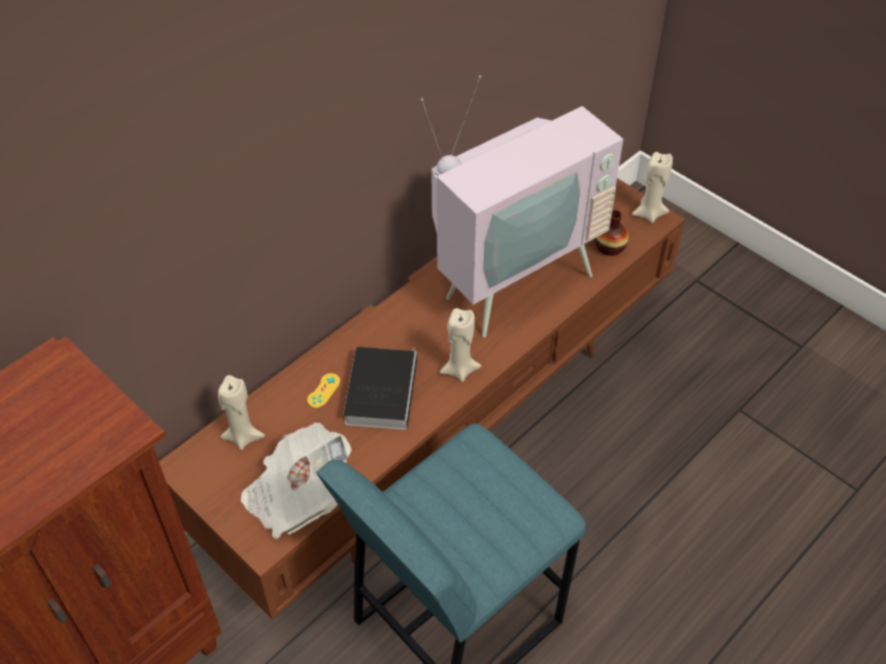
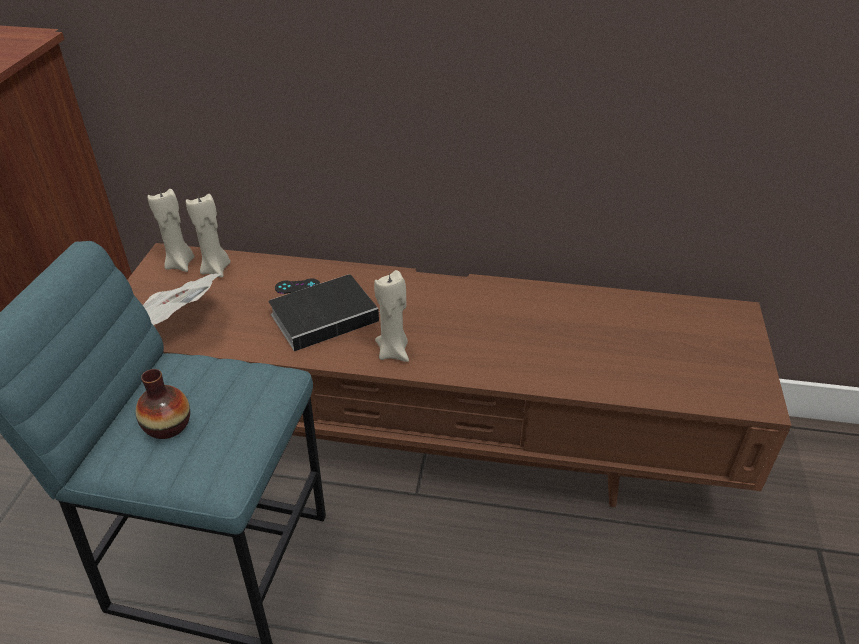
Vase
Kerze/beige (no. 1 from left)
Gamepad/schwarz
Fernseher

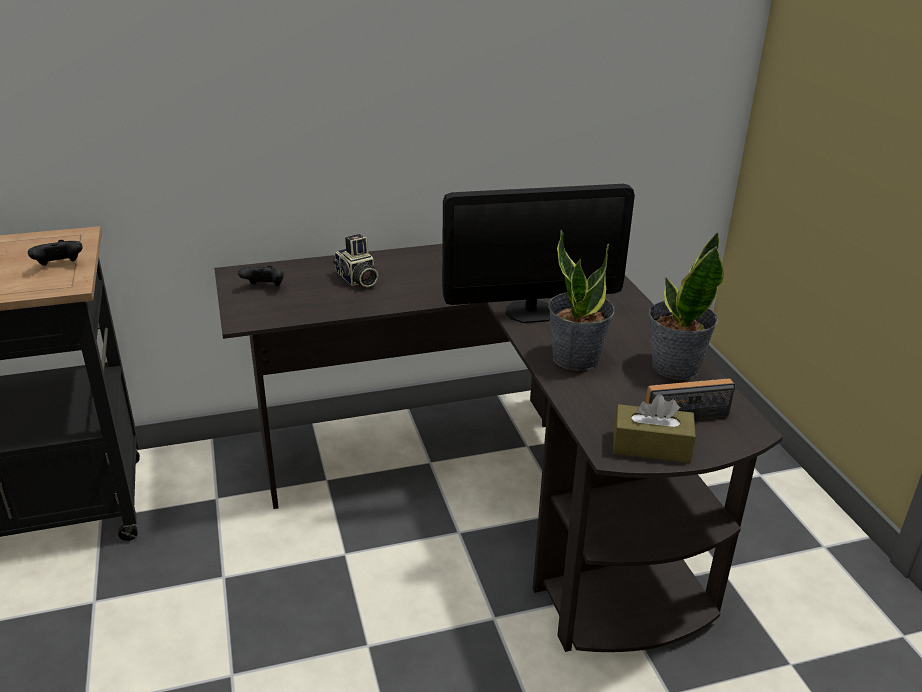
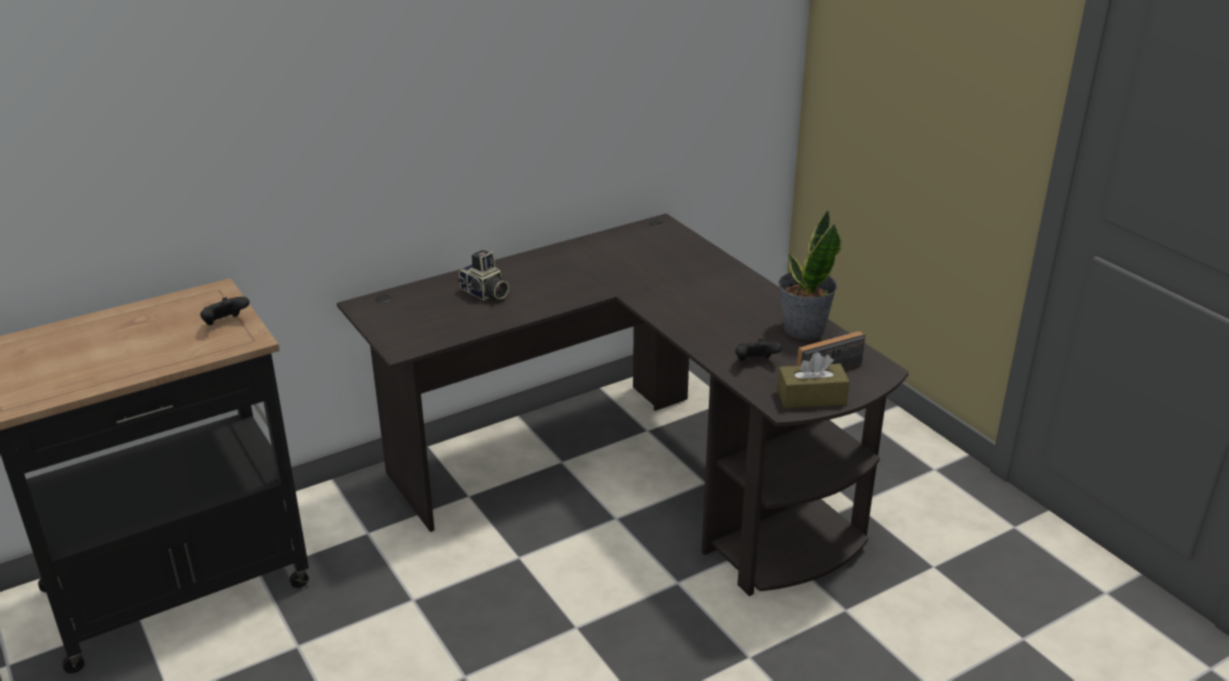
Gamepad/schwarz (no. 2 from left)
Monitor
Topfpflanze (no. 1 from left in the first image)

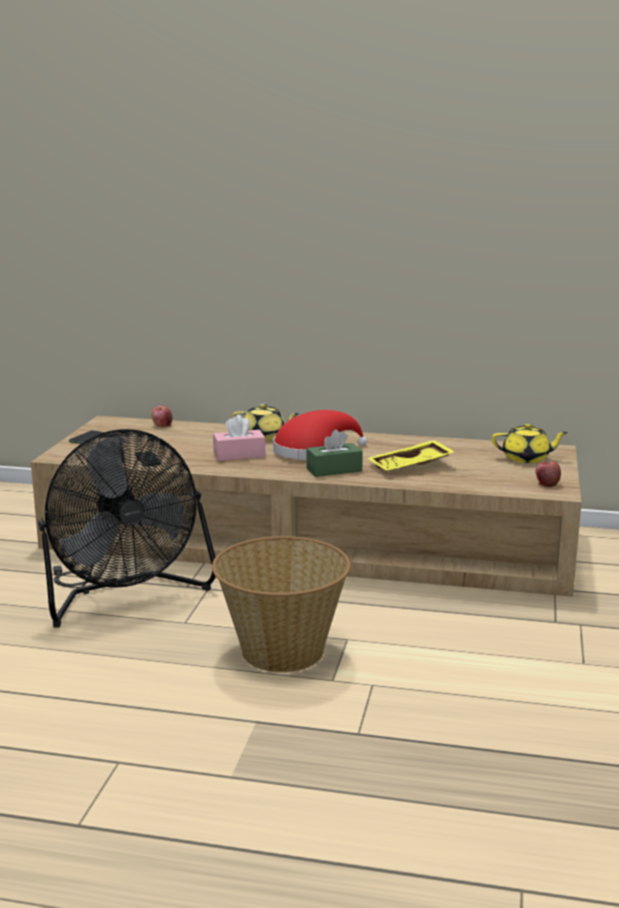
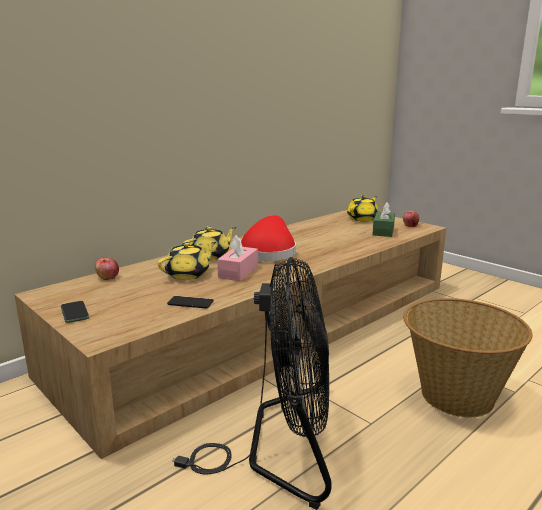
Teekanne/gelb (no. 1 from left)
Taschentuchbox/grün
Tablett/gelb

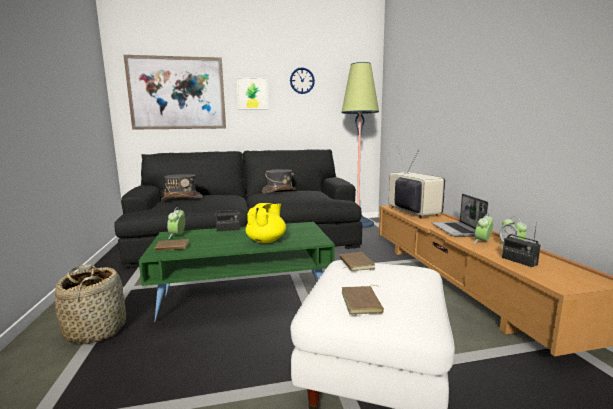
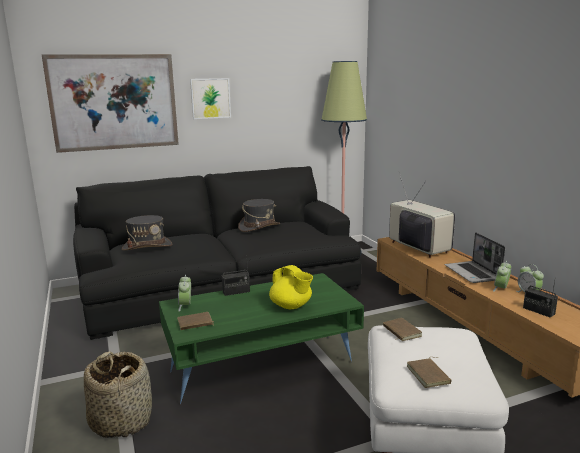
Teekanne/gelb
Wanduhr

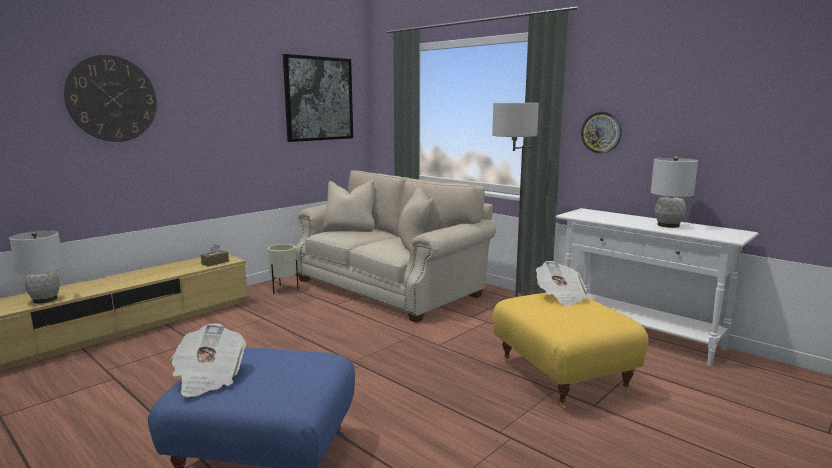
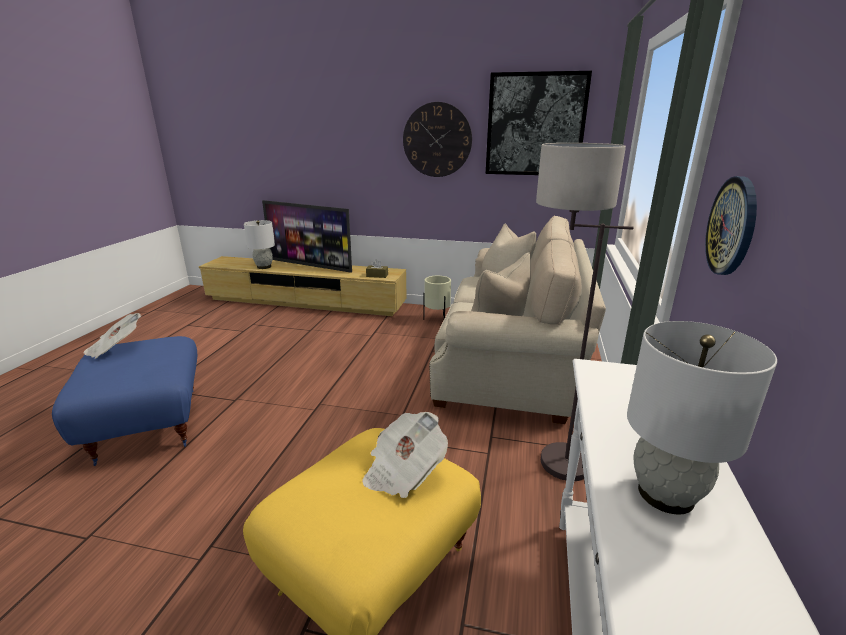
Fernseher
Wanduhr (no. 1 from left)

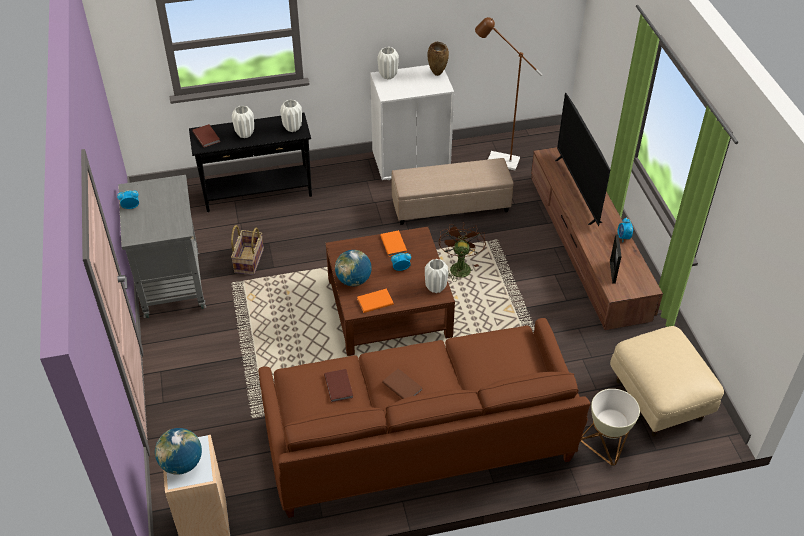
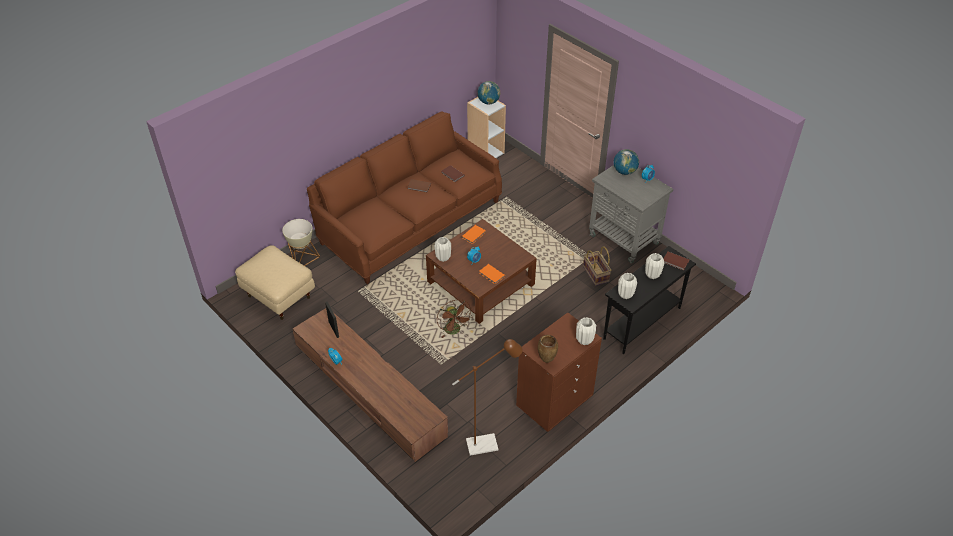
Schrank/braun
Globus (no. 2 from left)
Polsterhocker/beige (no. 1 from left in the first image)
Fernseher

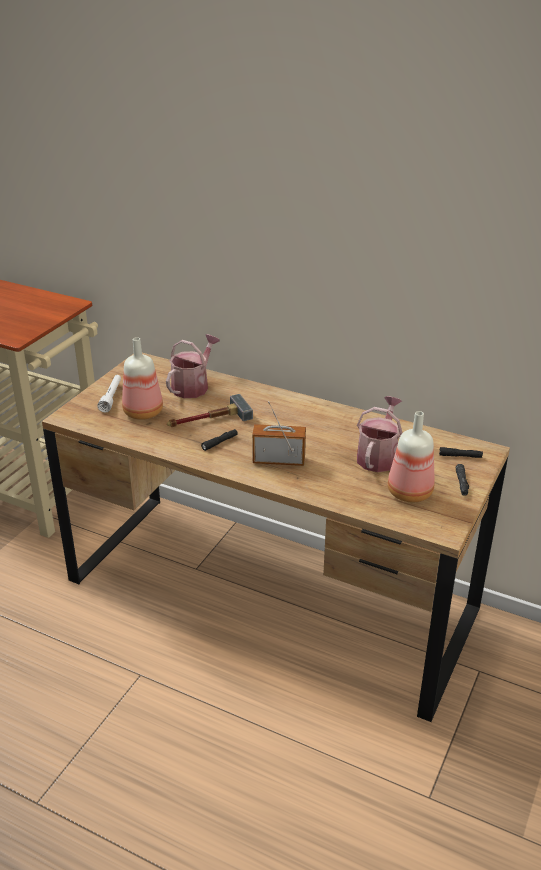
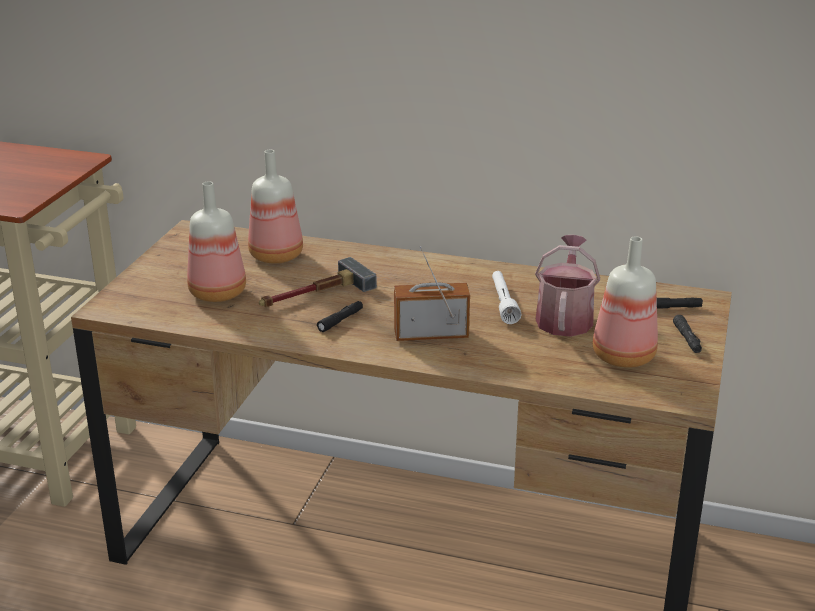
Flasche (no. 2 from left)
Taschenlampe/weiß

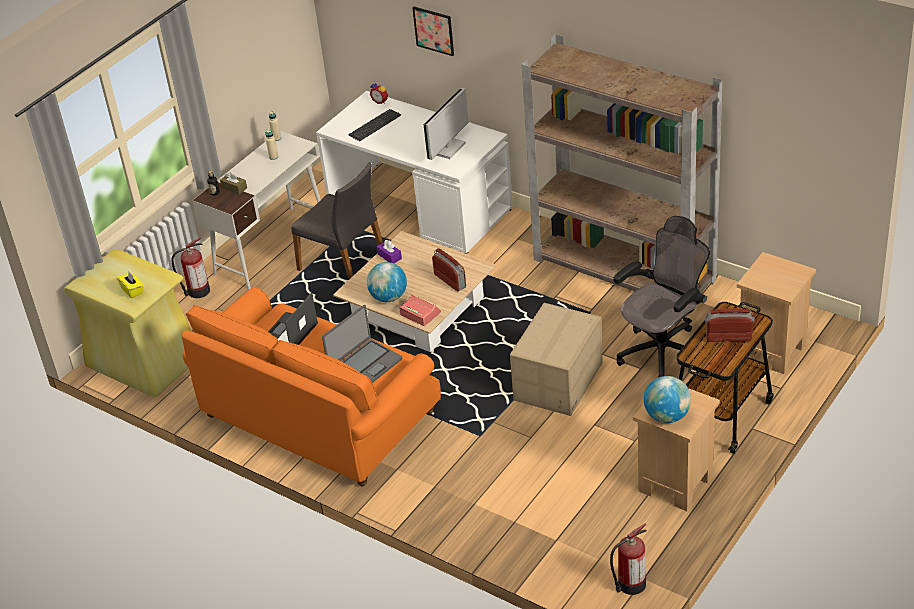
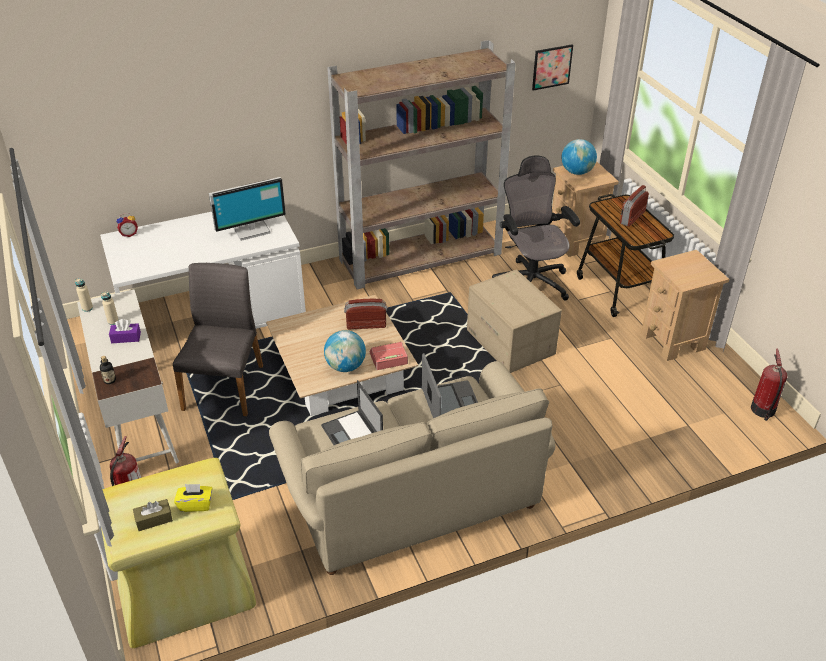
Taschentuchbox/lila
Taschentuchbox/braun
Stuhl/grau
Monitor
Sofa/beige
Bild
Globus (no. 2 from left)
Tastatur

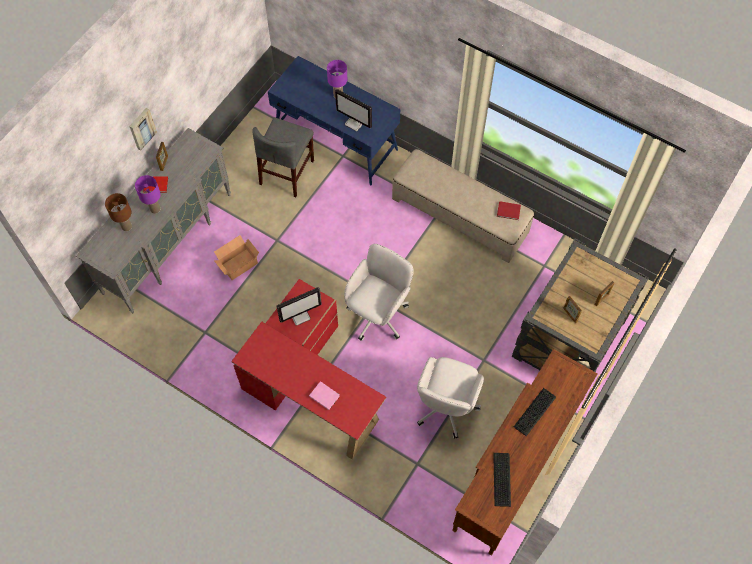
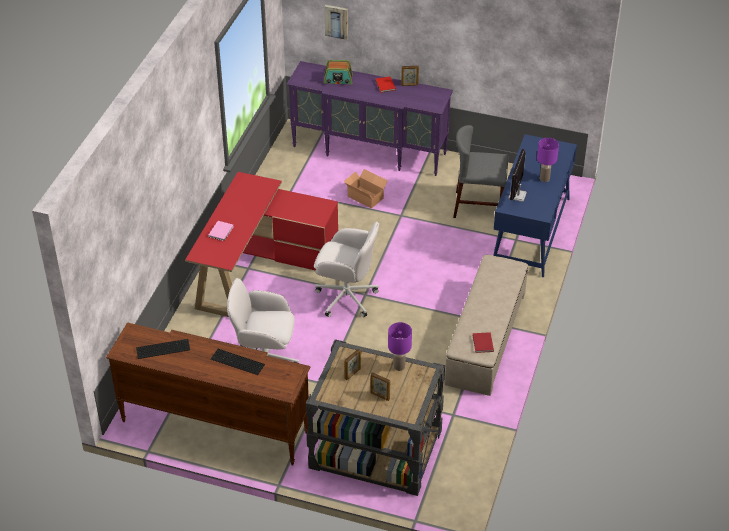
Schrank/lila
Radio
Bild
Tischlampe/lila (no. 1 from left)
Monitor (no. 1 from left in the first image)

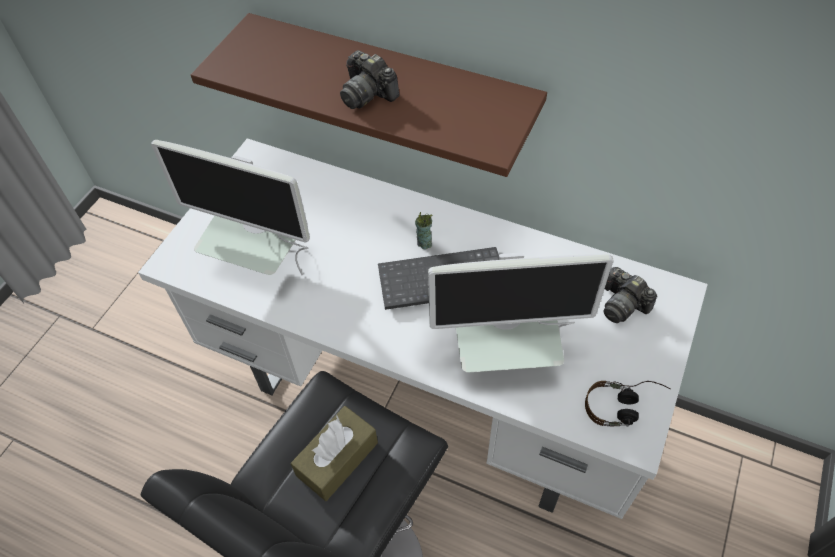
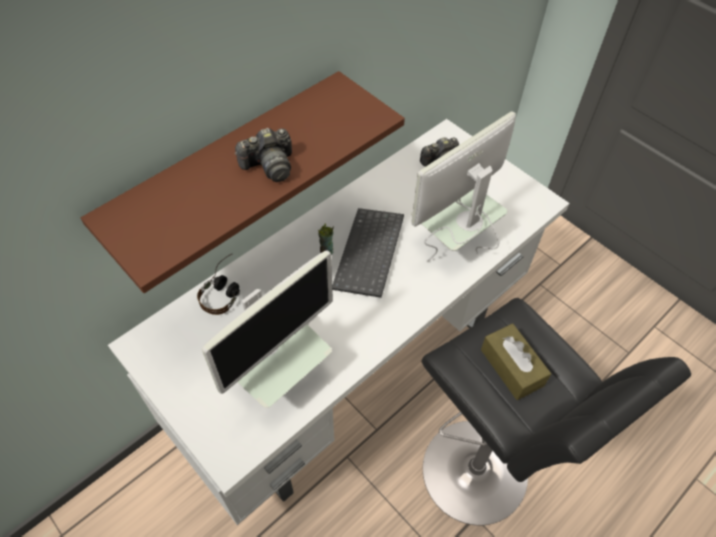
Kopfhörer
Monitor (no. 2 from left)

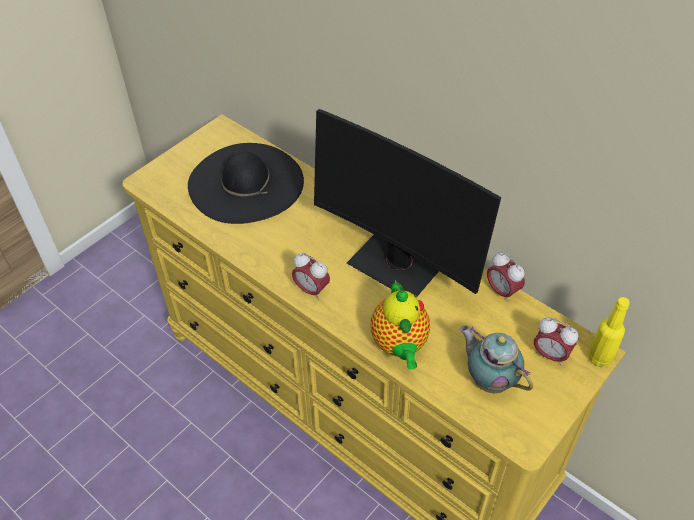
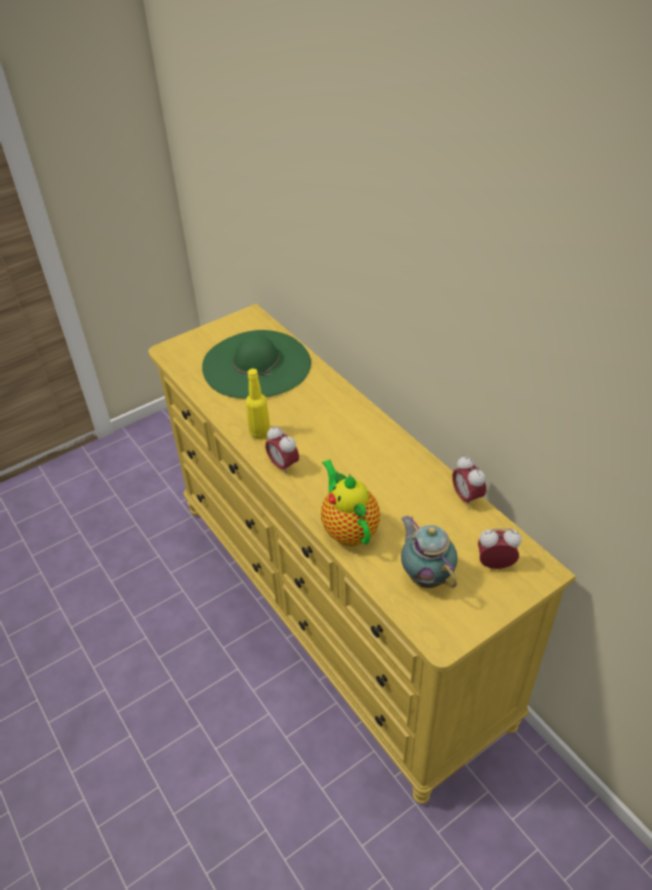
Hut/grün
Flasche/gelb
Teekanne (no. 1 from left)
Wecker (no. 3 from left)
Monitor

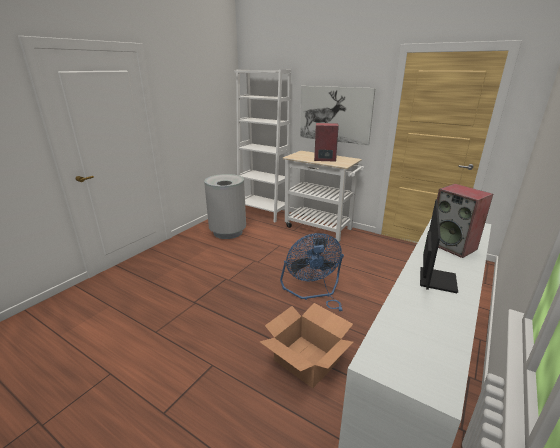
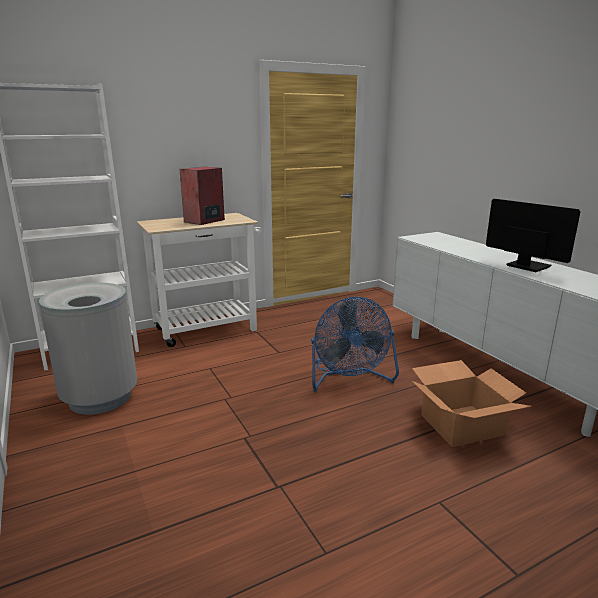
Ventilator/blau
Bild
Lautsprecher (no. 2 from left in the first image)

